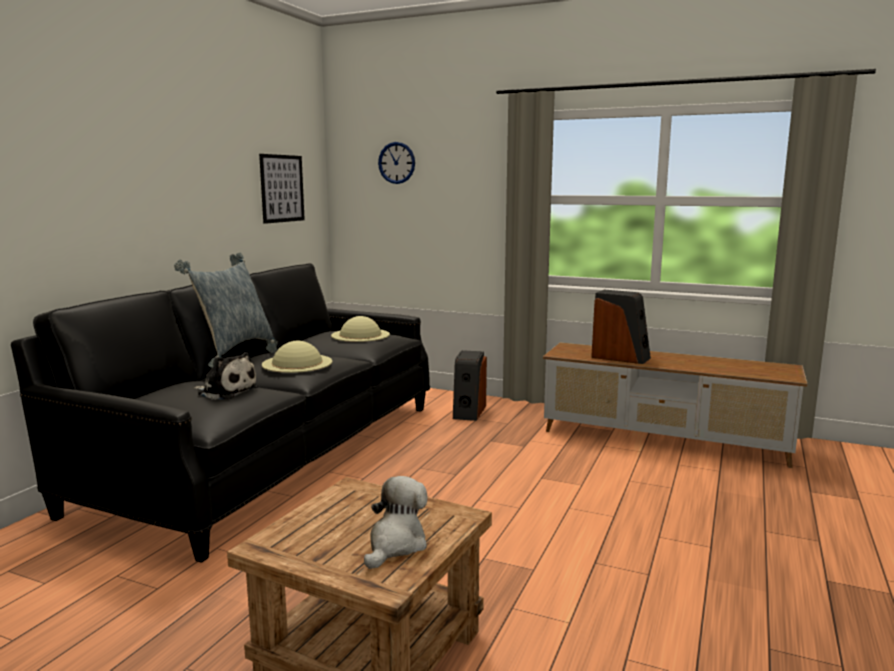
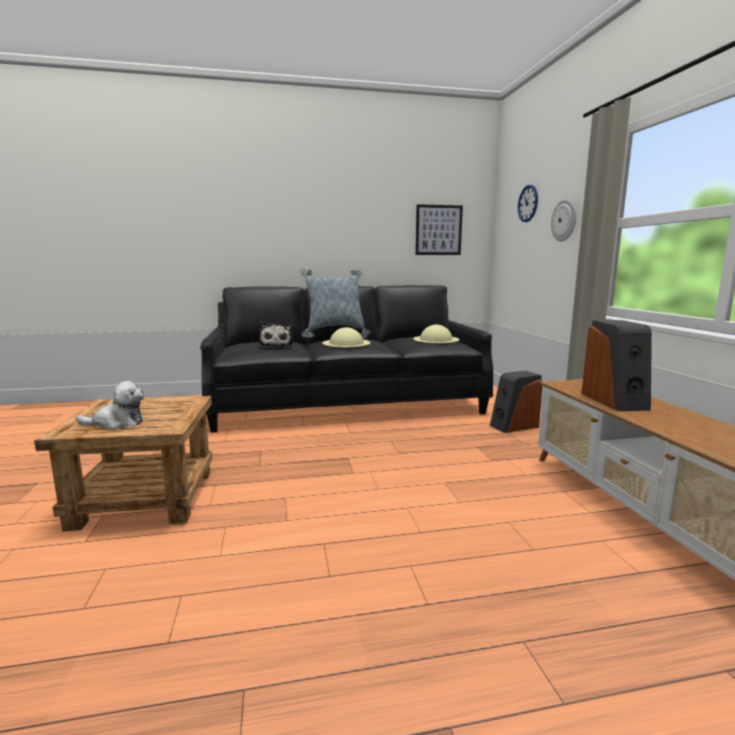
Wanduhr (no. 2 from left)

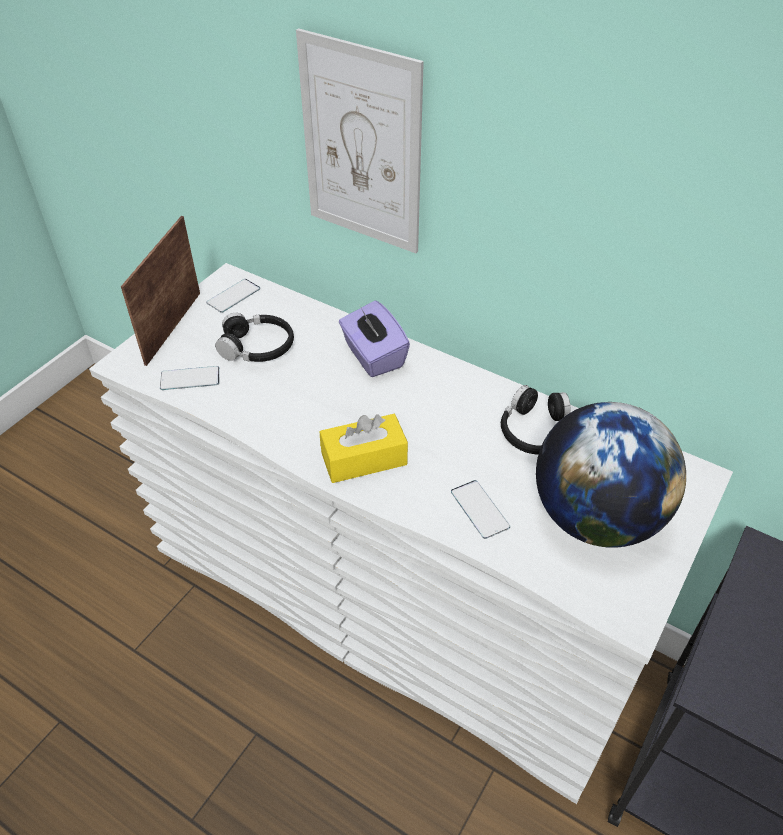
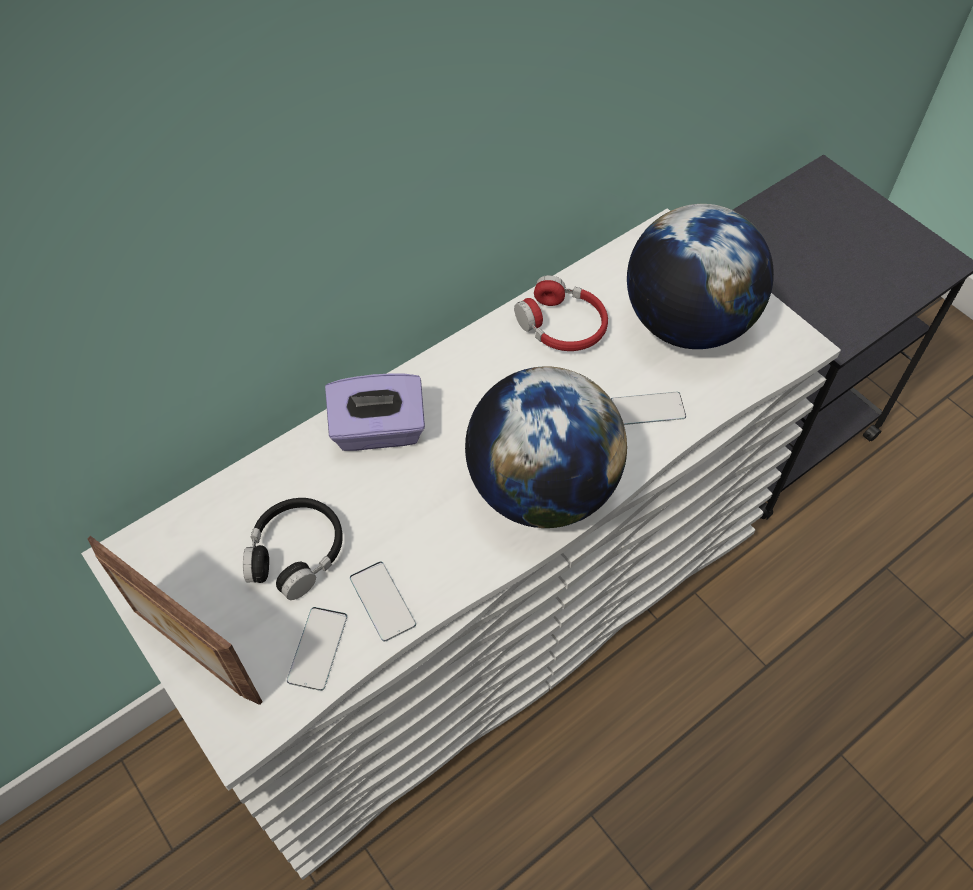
Handy (no. 2 from left)
Globus (no. 1 from left)
Kopfhörer/rot
Bild

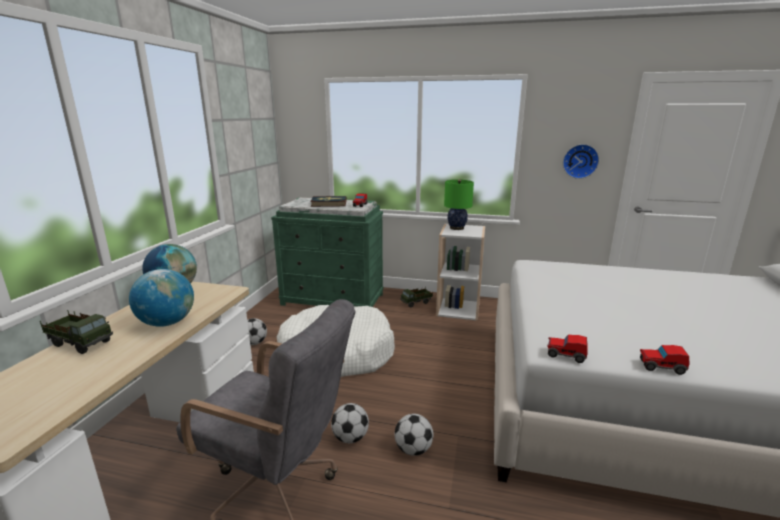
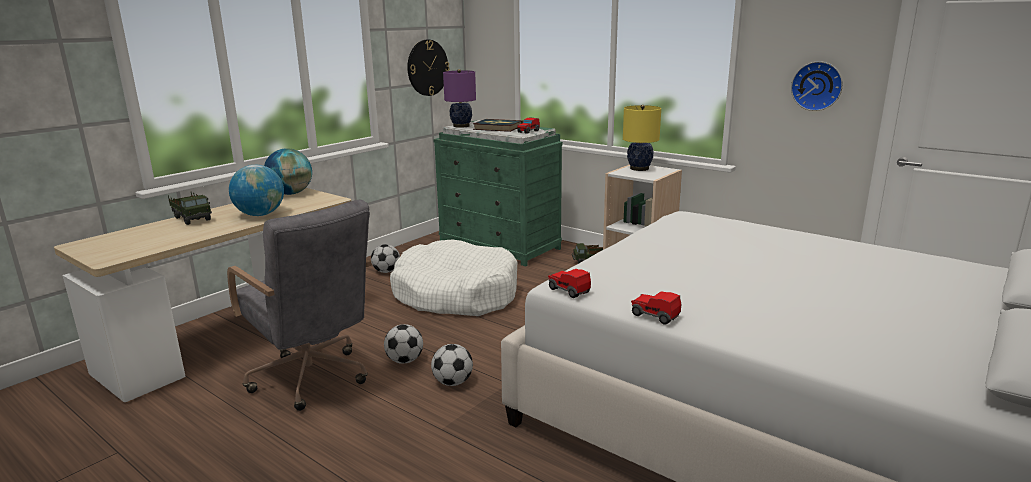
Wanduhr (no. 1 from left)
Tischlampe/lila
Tischlampe/gelb

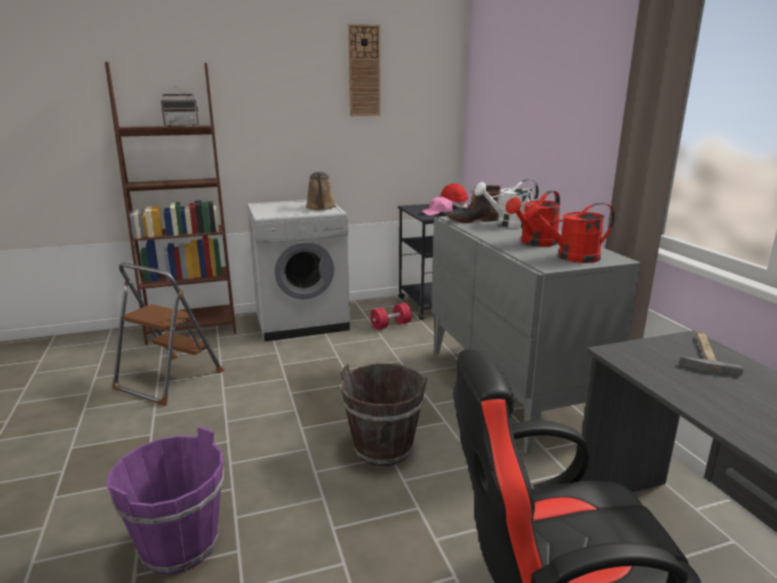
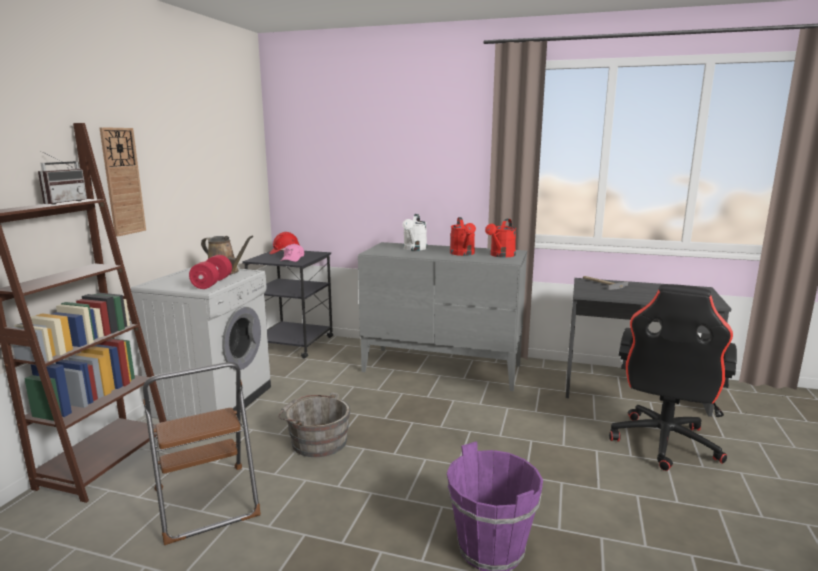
Wanduhr
Hantel/rot
Eimer/grau
Eimer/braun
Stiefel

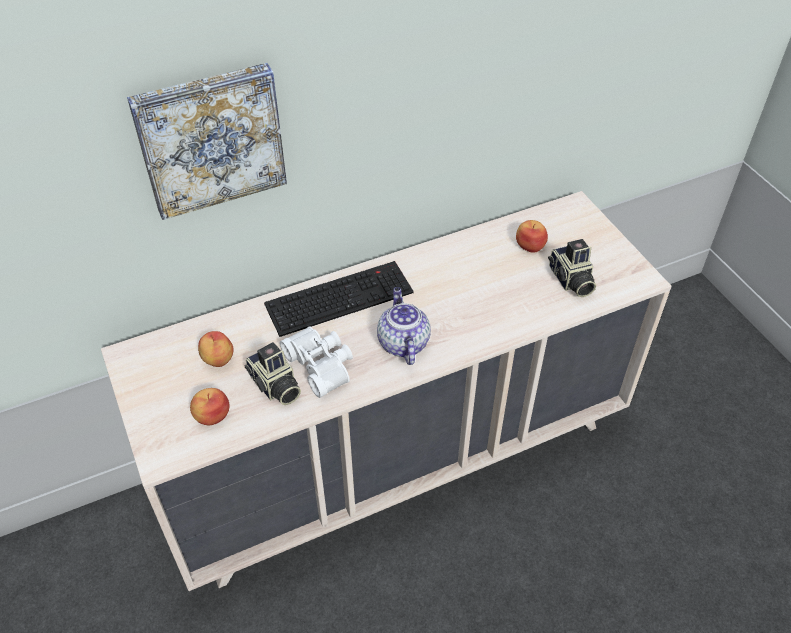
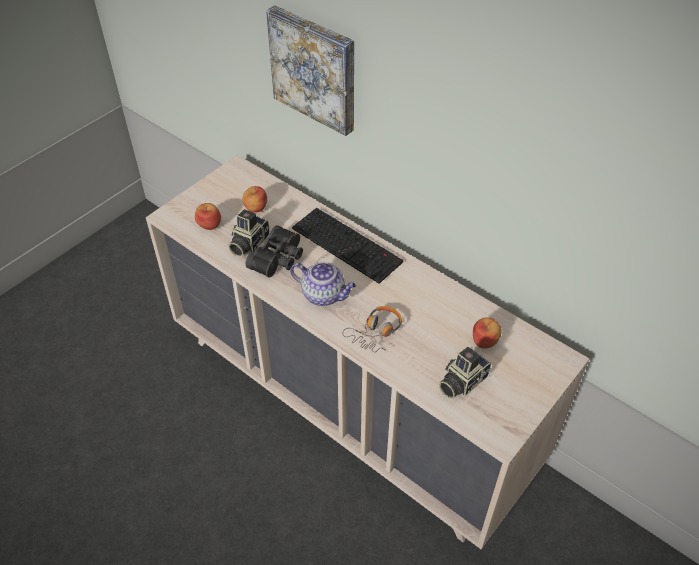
Fernglas/schwarz
Teekanne
Kopfhörer

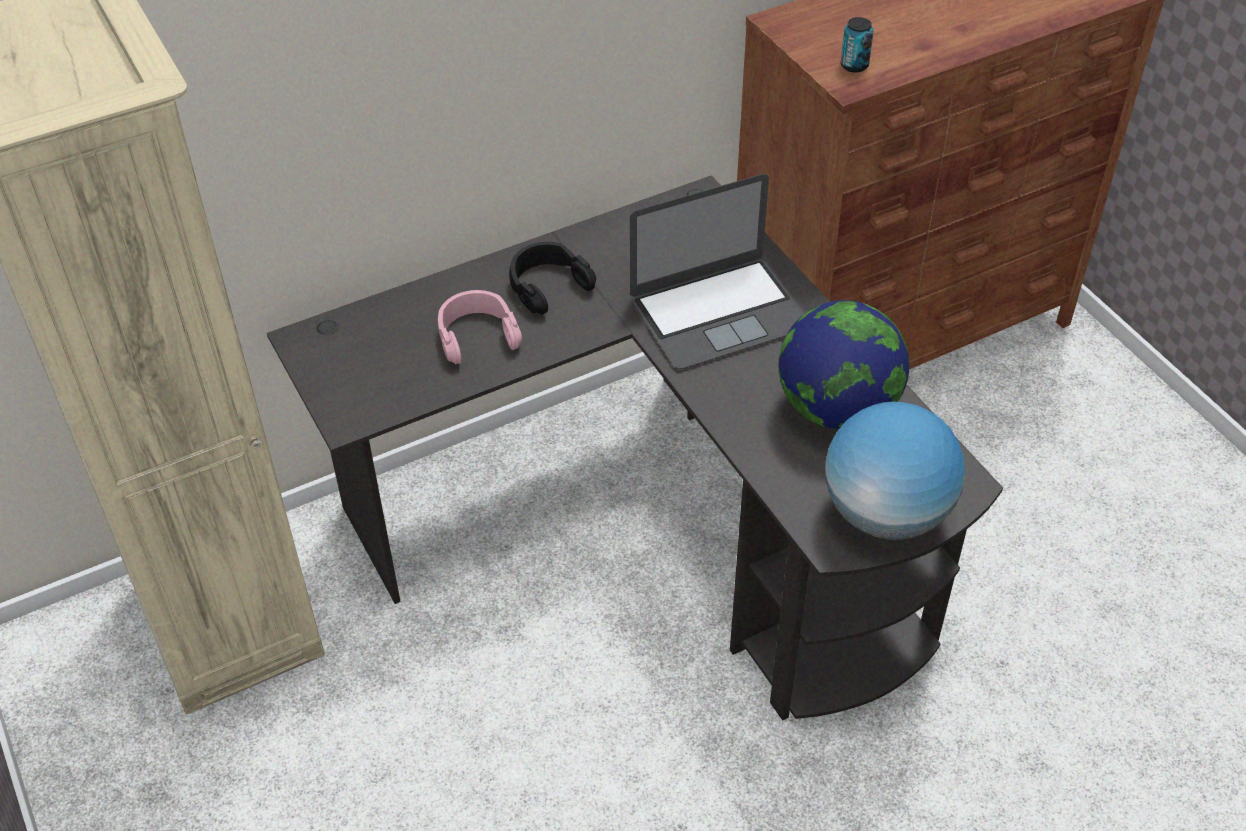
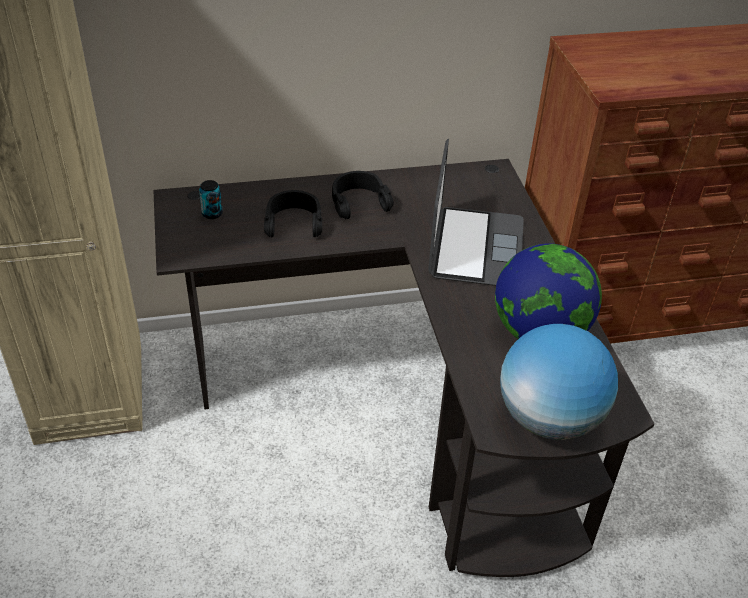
Dose
Kopfhörer/schwarz (no. 1 from left)
Laptop

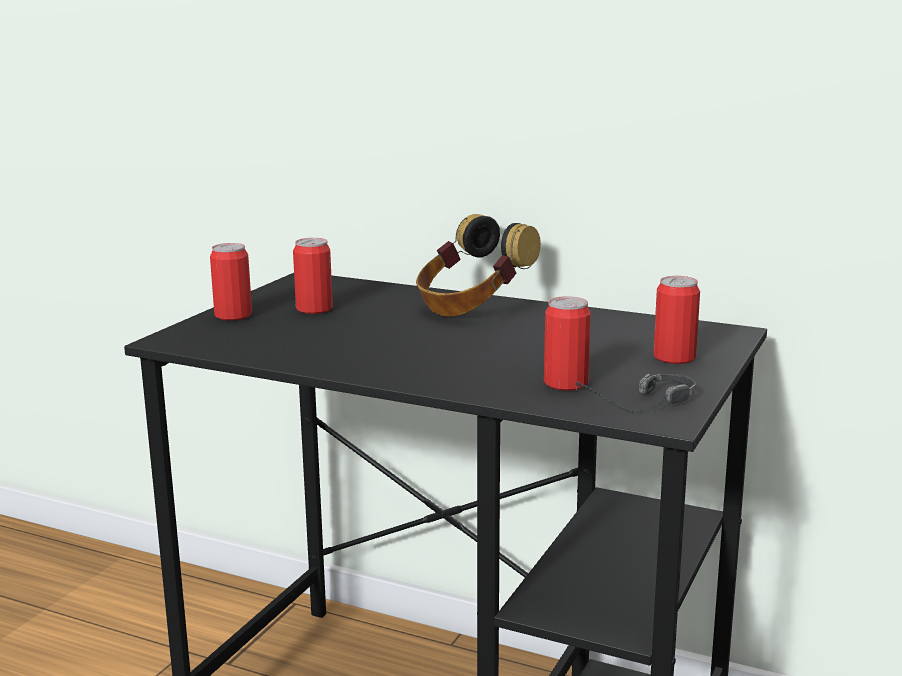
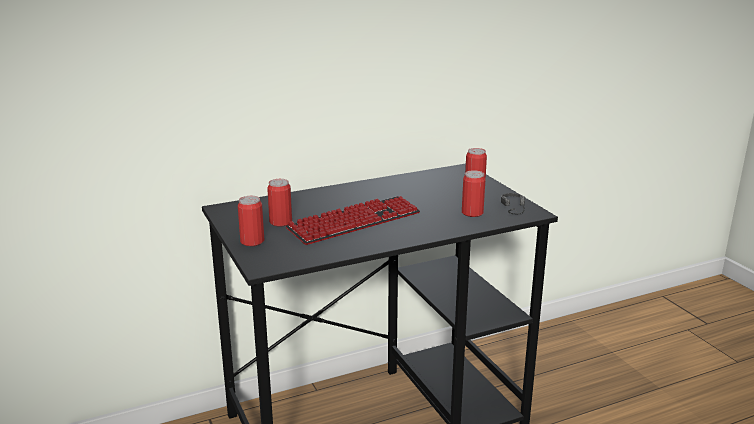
Tastatur
Kopfhörer (no. 1 from left in the first image)

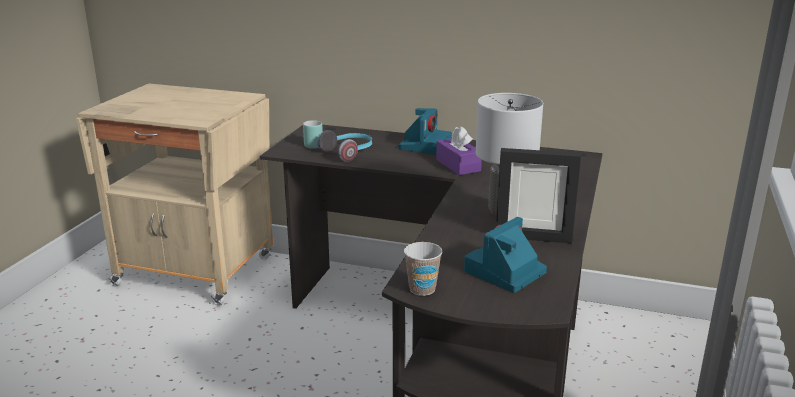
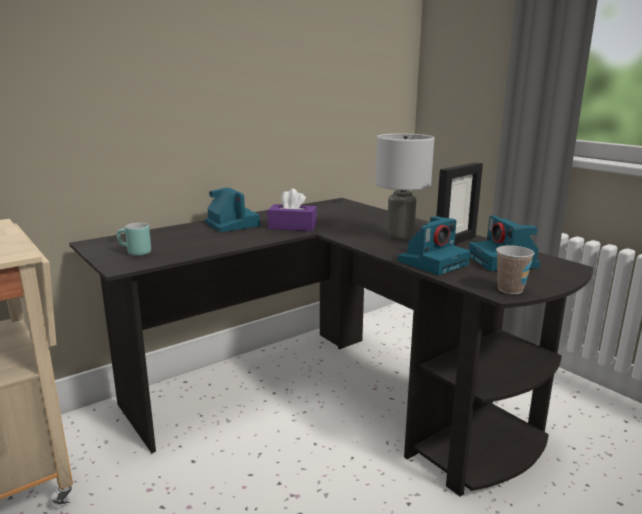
Kamera (no. 2 from left)
Kopfhörer

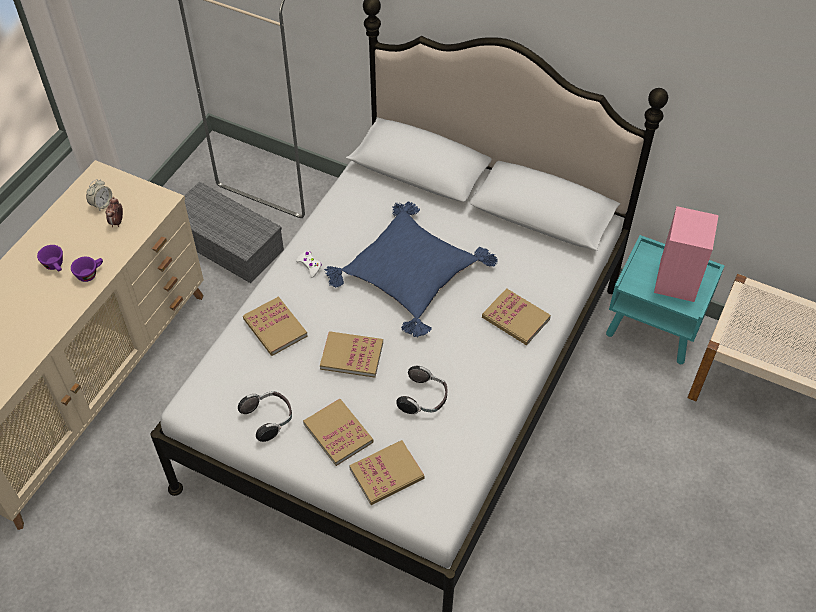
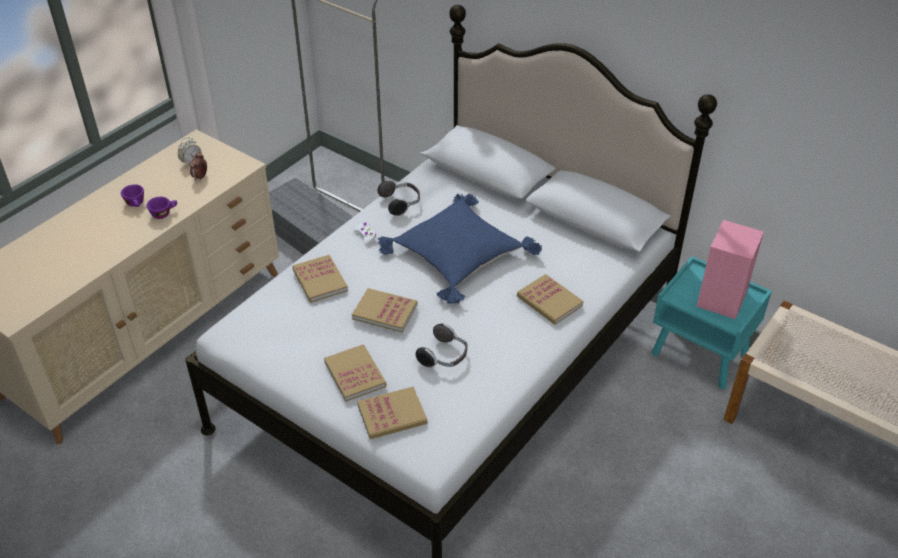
Kopfhörer (no. 1 from left)

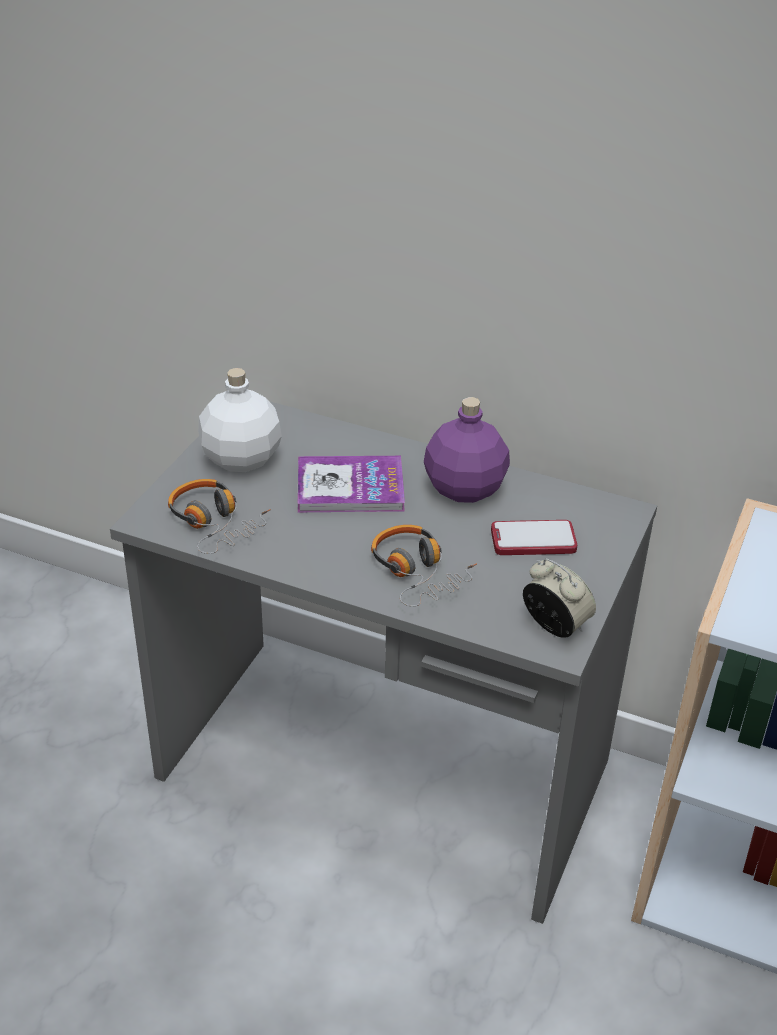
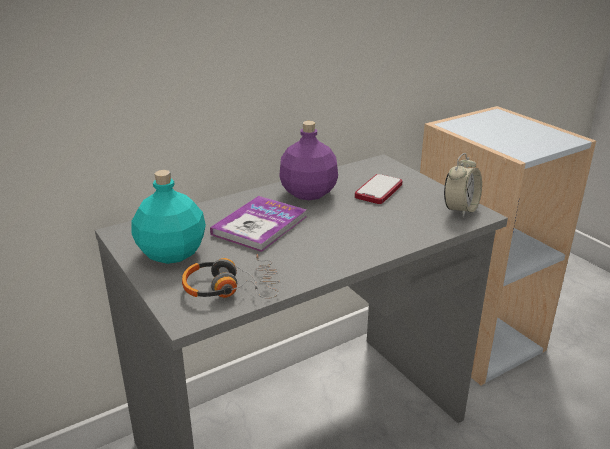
Flasche/türkis
Wecker
Kopfhörer (no. 2 from left in the first image)

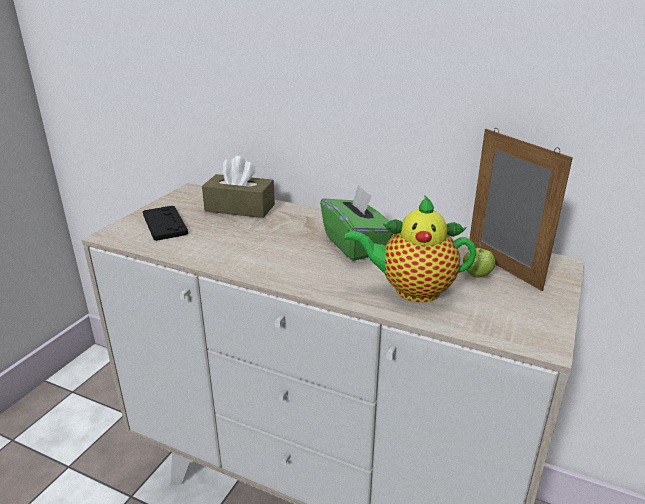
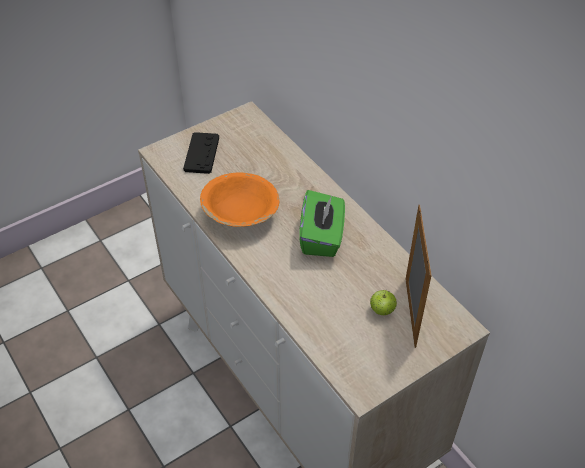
Schüssel/orange
Taschentuchbox/braun
Teekanne

